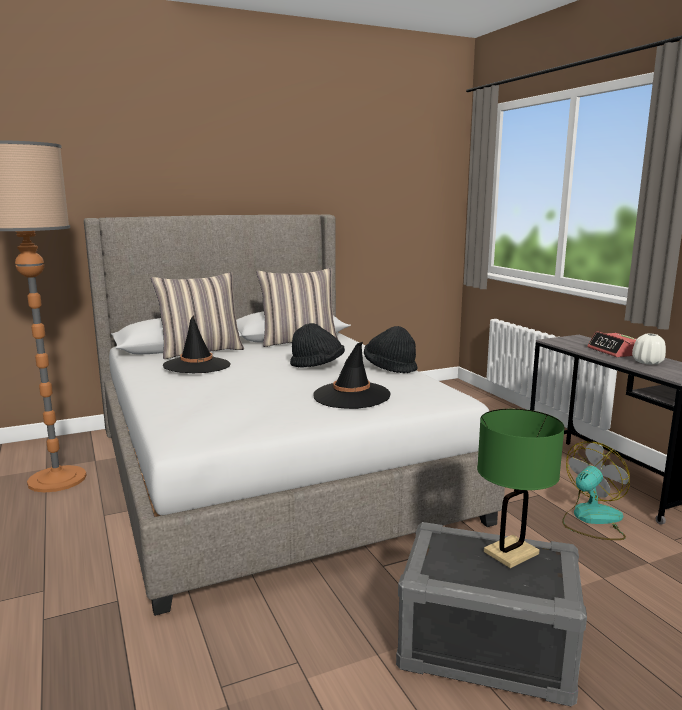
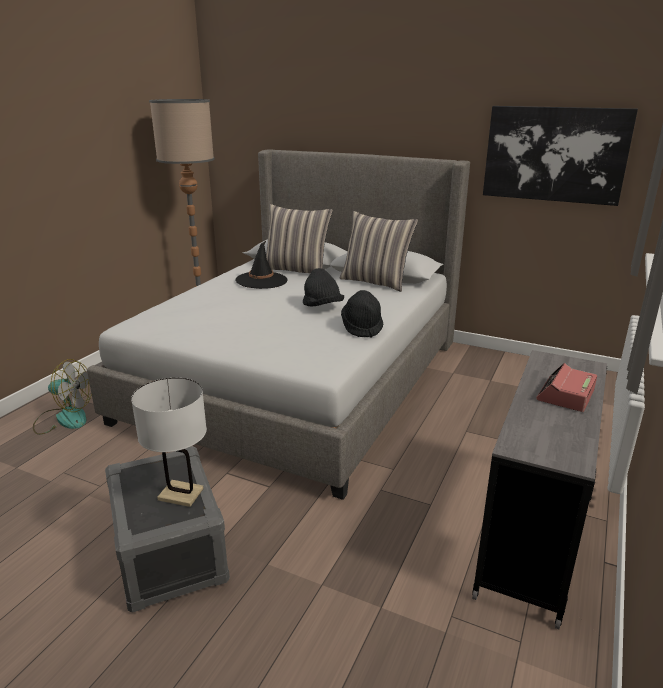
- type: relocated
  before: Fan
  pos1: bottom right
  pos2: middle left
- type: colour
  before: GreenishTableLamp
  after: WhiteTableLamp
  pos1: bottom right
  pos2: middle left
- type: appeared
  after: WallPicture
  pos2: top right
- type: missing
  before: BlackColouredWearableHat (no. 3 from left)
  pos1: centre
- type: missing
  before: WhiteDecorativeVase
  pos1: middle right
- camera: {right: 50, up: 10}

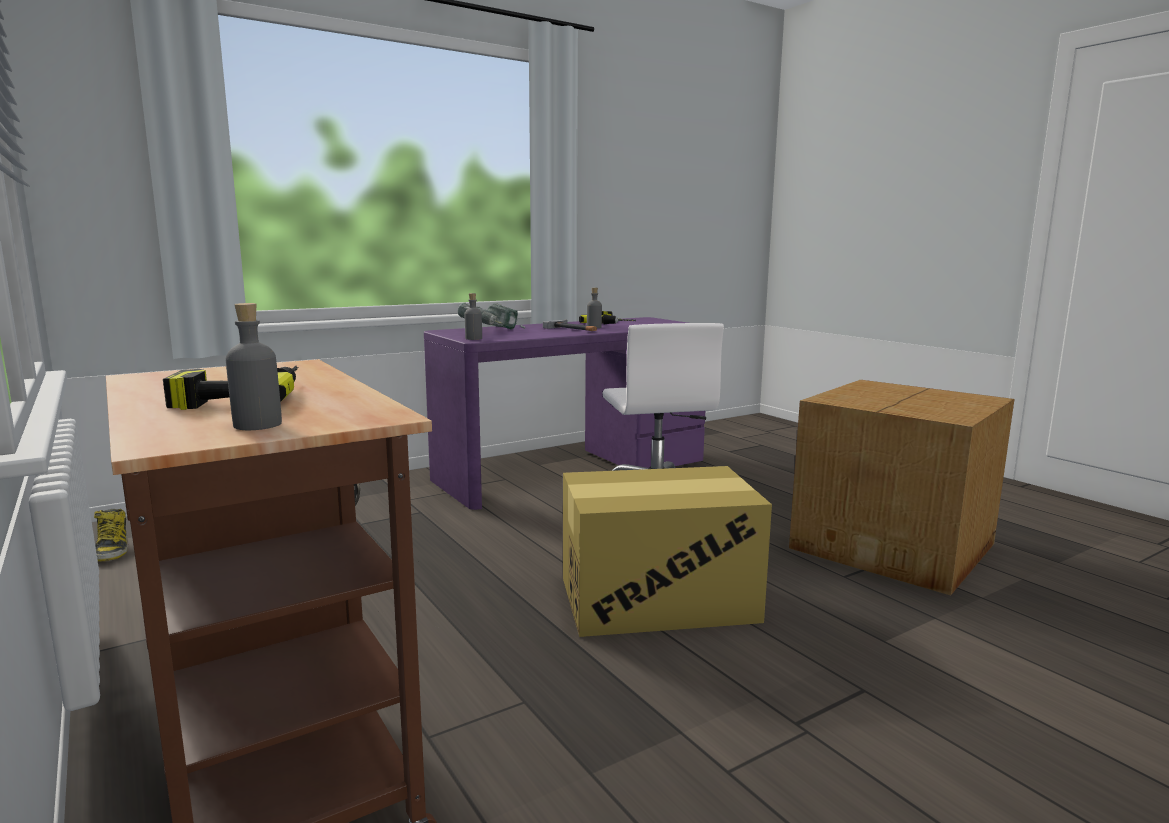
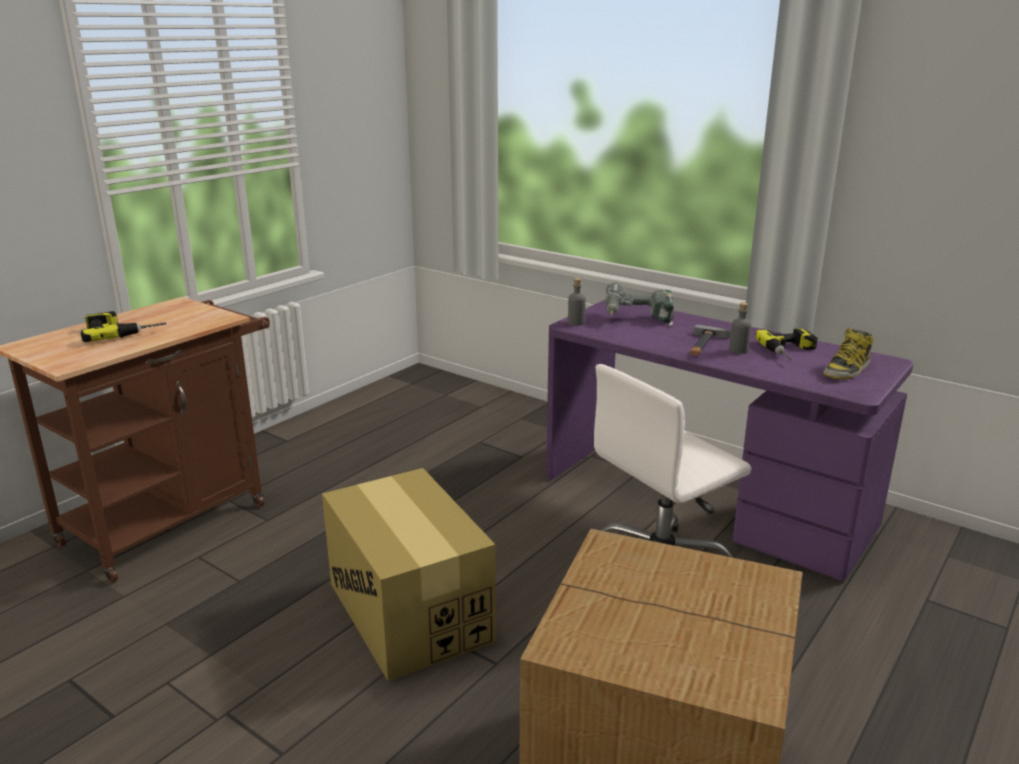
- type: relocated
  before: Boot
  pos1: middle left
  pos2: middle right
- type: missing
  before: GrayBottle (no. 1 from left)
  pos1: middle left
- camera: {right: 70, up: 10}

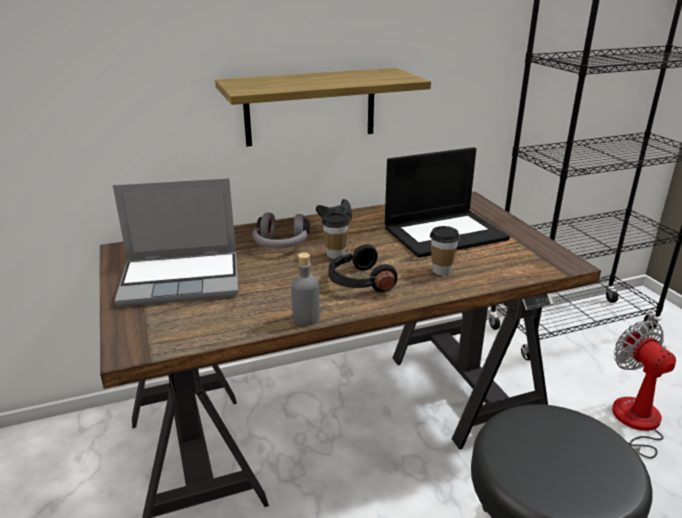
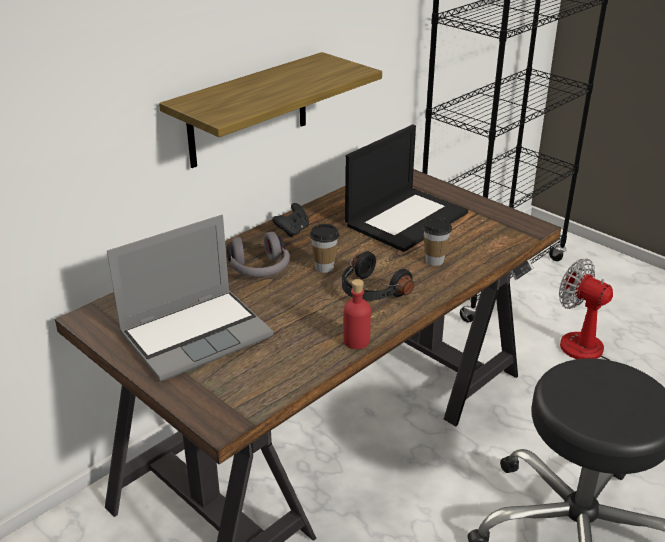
- type: colour
  before: GrayBottle
  after: ReddishBottle
  pos1: centre
  pos2: centre
- camera: {right: -25, up: 5}

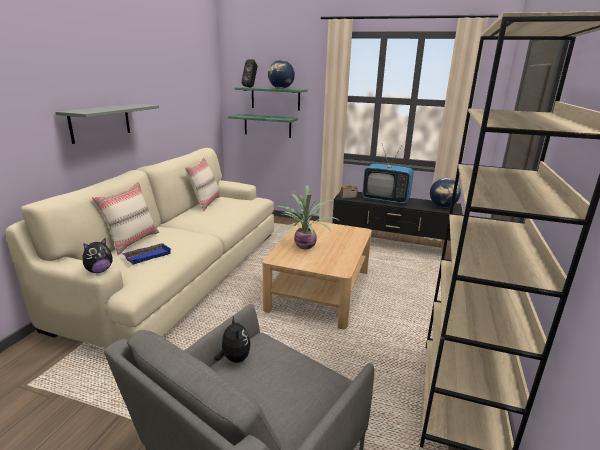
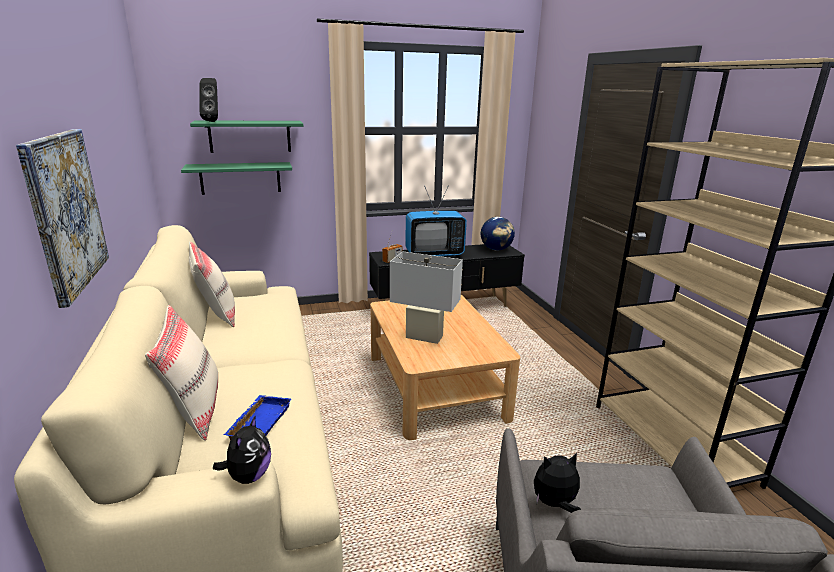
- type: exchanged
  before: GrayBracketShelf
  after: WallPicture
  pos1: top left
  pos2: middle left
- type: exchanged
  before: PlantInAPot
  after: WhiteTableLamp
  pos1: centre
  pos2: centre
- type: spun
  before: CuddlyToy (no. 2 from left)
  pos1: bottom centre
  pos2: bottom right
  turn: -45
- type: missing
  before: DeskGlobe (no. 1 from left)
  pos1: top centre
- camera: {right: -35, up: 0}

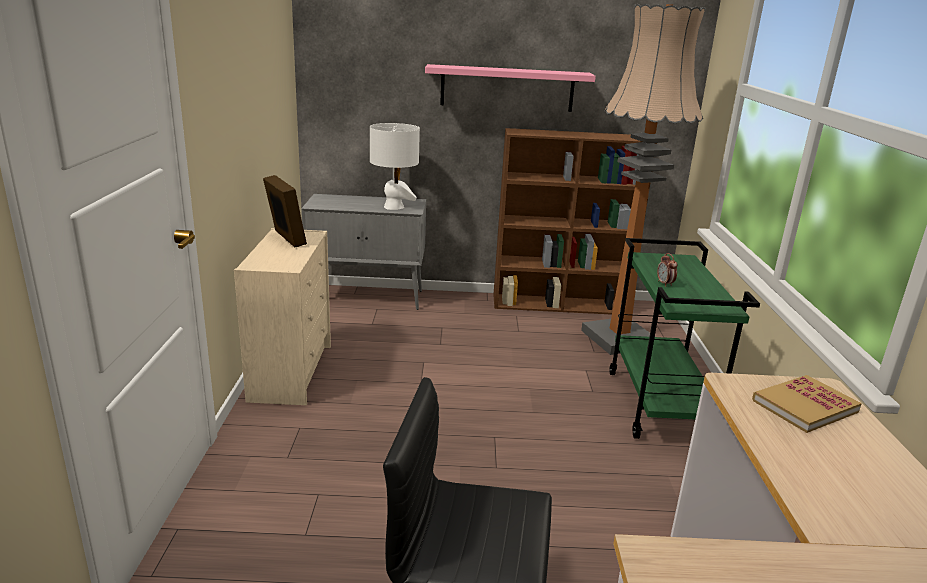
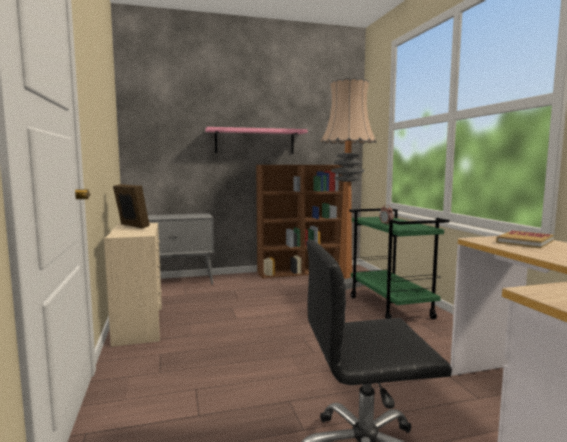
- type: missing
  before: WhiteTableLamp
  pos1: top centre
- camera: {right: -15, up: -15}

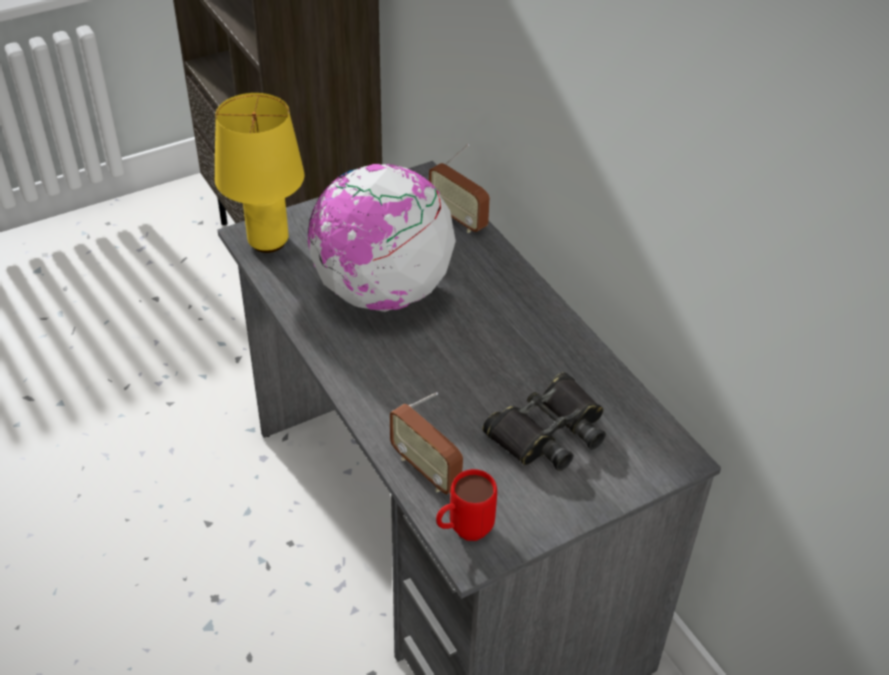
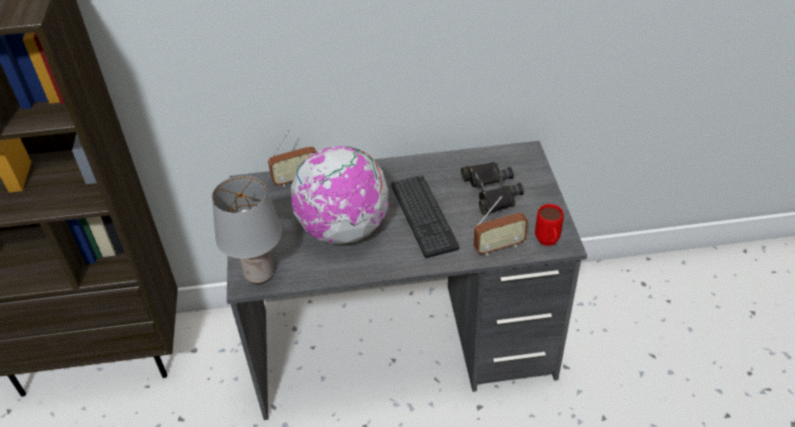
- type: colour
  before: YellowTableLamp
  after: GrayTableLamp
  pos1: top left
  pos2: middle left
- type: appeared
  after: Keyboard
  pos2: centre
- camera: {right: -65, up: 0}

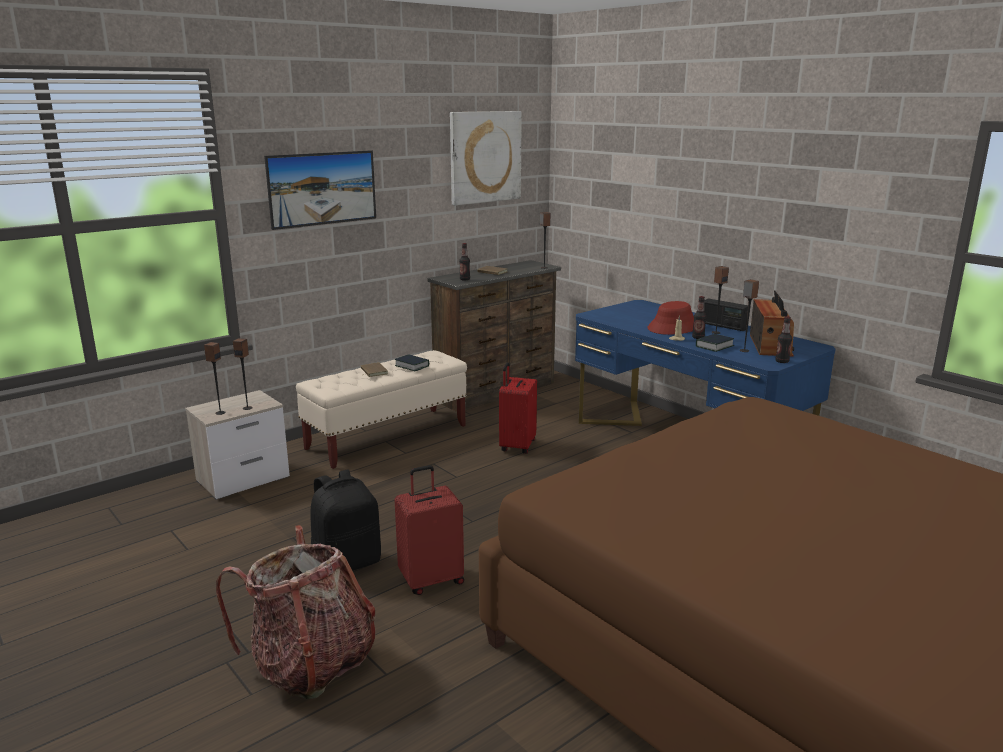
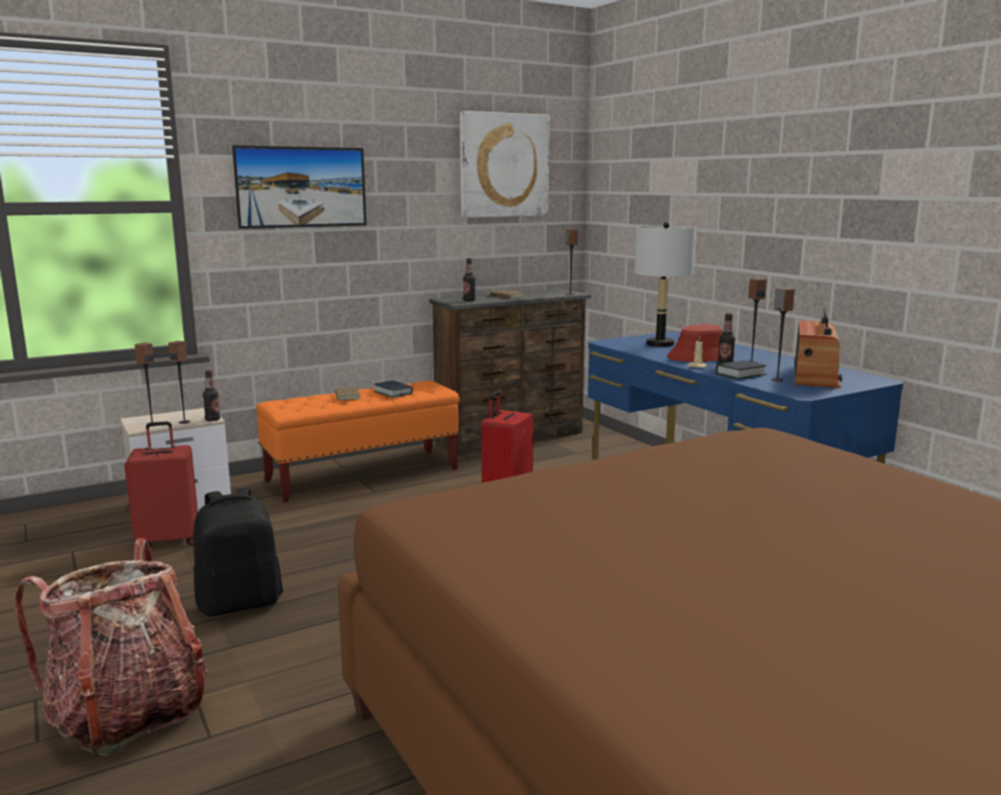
- type: relocated
  before: ReddishPieceOfLuggage (no. 1 from left)
  pos1: bottom centre
  pos2: middle left
- type: relocated
  before: Bottle (no. 3 from left in the first image)
  after: Bottle (no. 1 from left)
  pos1: middle right
  pos2: middle left
- type: colour
  before: BeigeIndoorBench
  after: OrangeIndoorBench
  pos1: centre
  pos2: centre
- type: appeared
  after: GrayTableLamp
  pos2: centre
- type: missing
  before: RadioReceiver (no. 1 from left)
  pos1: middle right
- camera: {right: 10, up: -5}

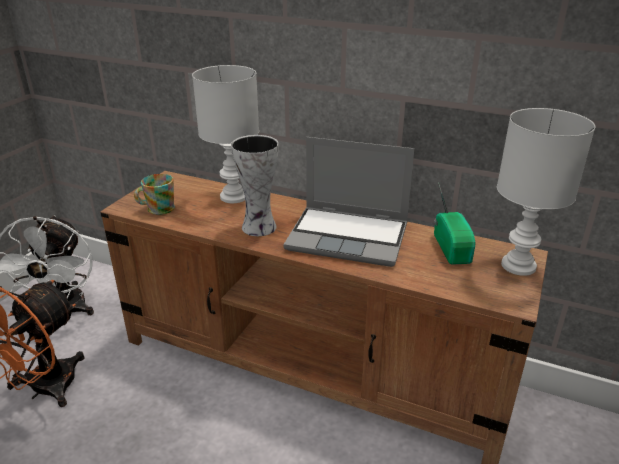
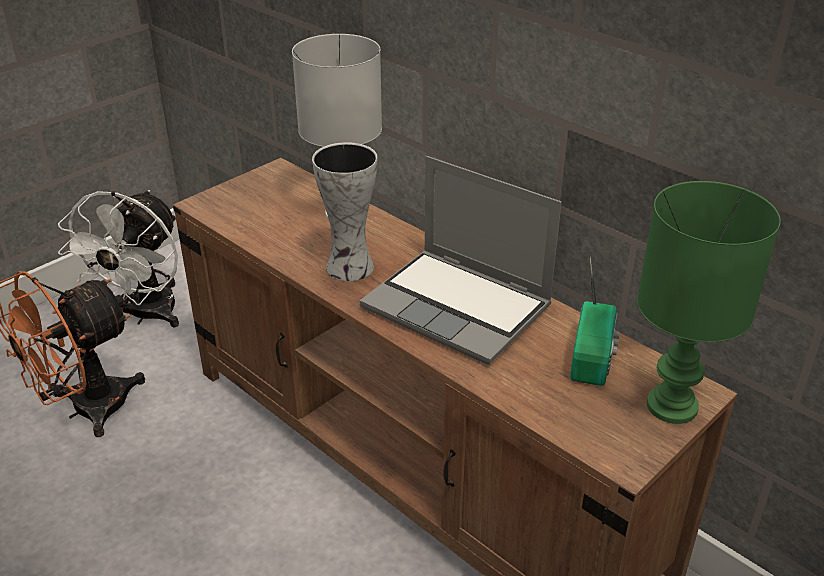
- type: colour
  before: WhiteTableLamp (no. 2 from left)
  after: GreenishTableLamp
  pos1: middle right
  pos2: middle right
- type: missing
  before: CoffeeMug
  pos1: middle left
- camera: {right: 20, up: 5}

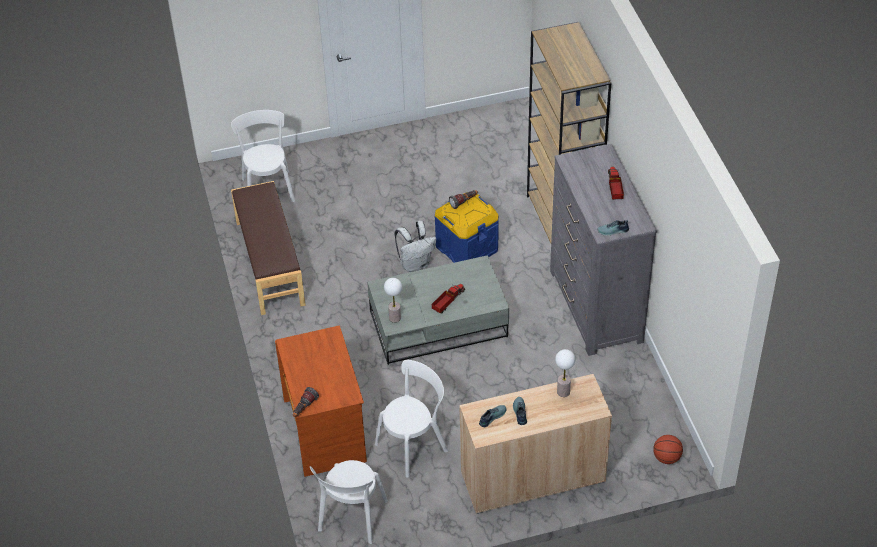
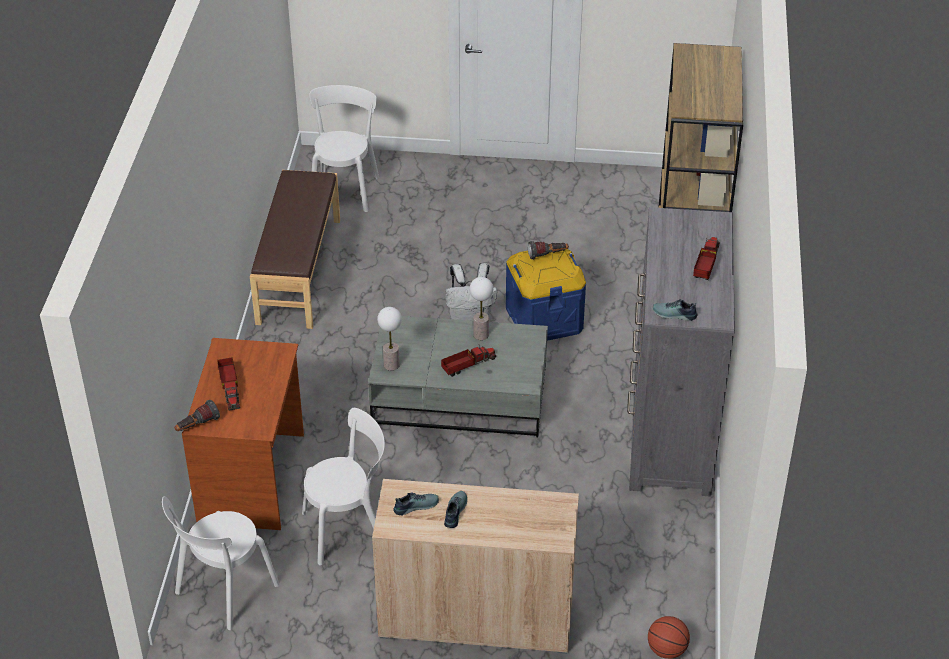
- type: appeared
  after: ModelTruck (no. 1 from left)
  pos2: middle left
- type: relocated
  before: TableLamp (no. 2 from left)
  pos1: bottom centre
  pos2: centre
- camera: {right: 20, up: -5}

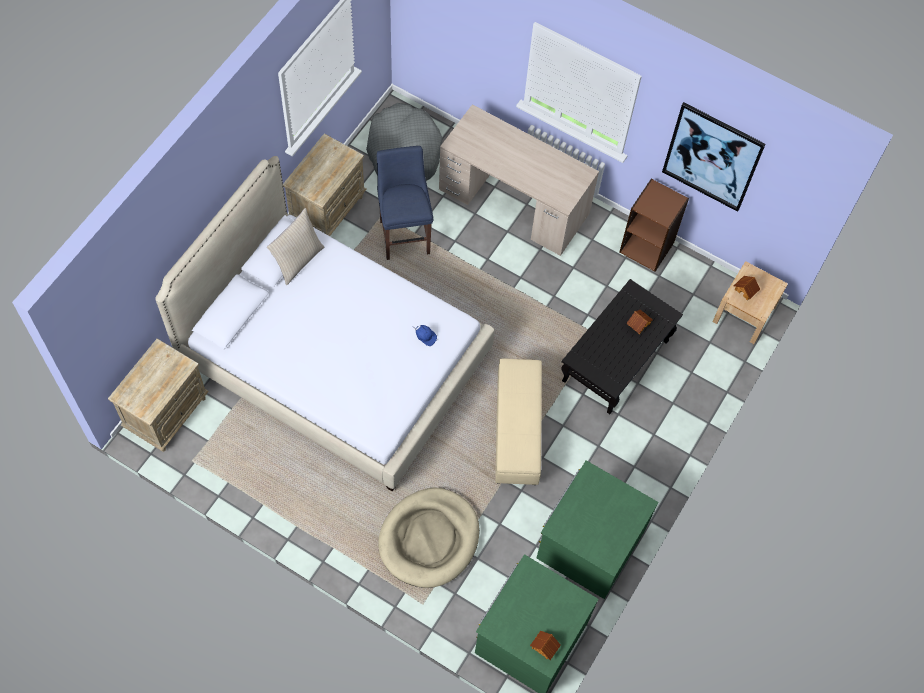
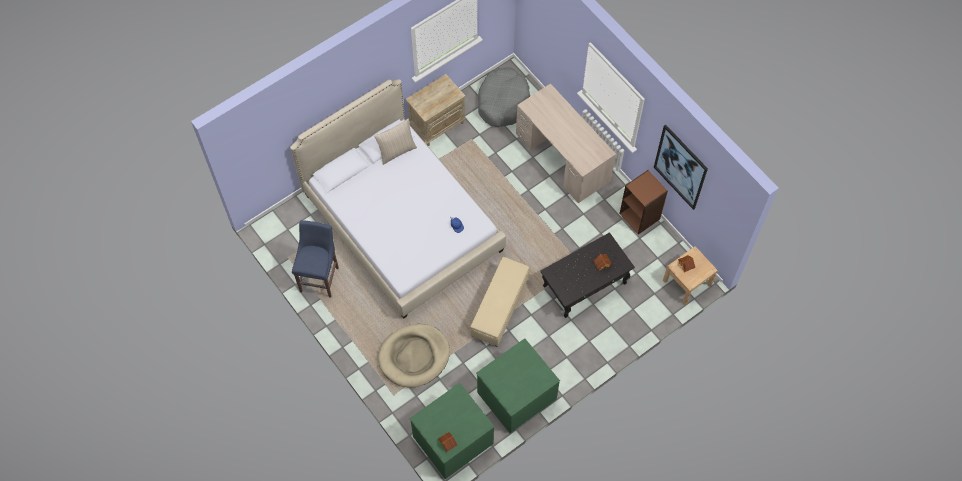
- type: relocated
  before: BlueStoolSeat
  pos1: top centre
  pos2: middle left
- type: missing
  before: BeigeBedsideTable (no. 1 from left)
  pos1: middle left
- camera: {right: 25, up: 0}

